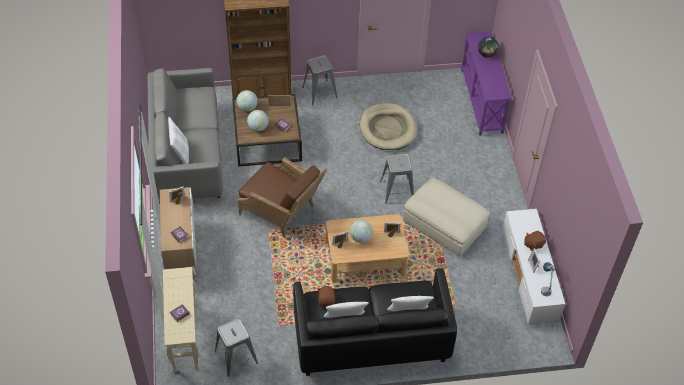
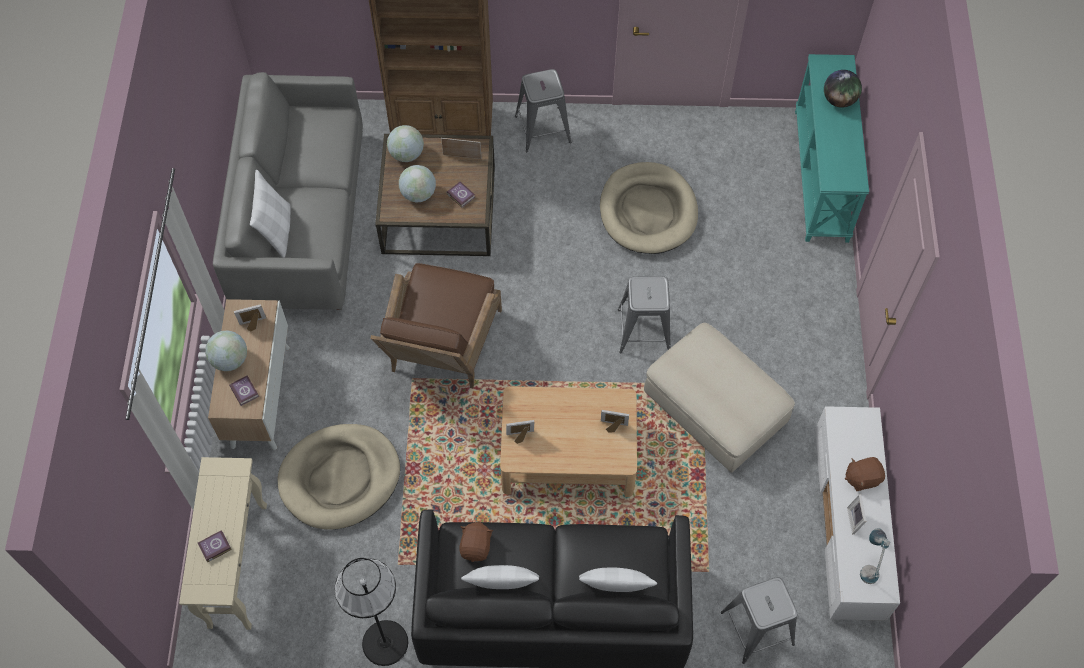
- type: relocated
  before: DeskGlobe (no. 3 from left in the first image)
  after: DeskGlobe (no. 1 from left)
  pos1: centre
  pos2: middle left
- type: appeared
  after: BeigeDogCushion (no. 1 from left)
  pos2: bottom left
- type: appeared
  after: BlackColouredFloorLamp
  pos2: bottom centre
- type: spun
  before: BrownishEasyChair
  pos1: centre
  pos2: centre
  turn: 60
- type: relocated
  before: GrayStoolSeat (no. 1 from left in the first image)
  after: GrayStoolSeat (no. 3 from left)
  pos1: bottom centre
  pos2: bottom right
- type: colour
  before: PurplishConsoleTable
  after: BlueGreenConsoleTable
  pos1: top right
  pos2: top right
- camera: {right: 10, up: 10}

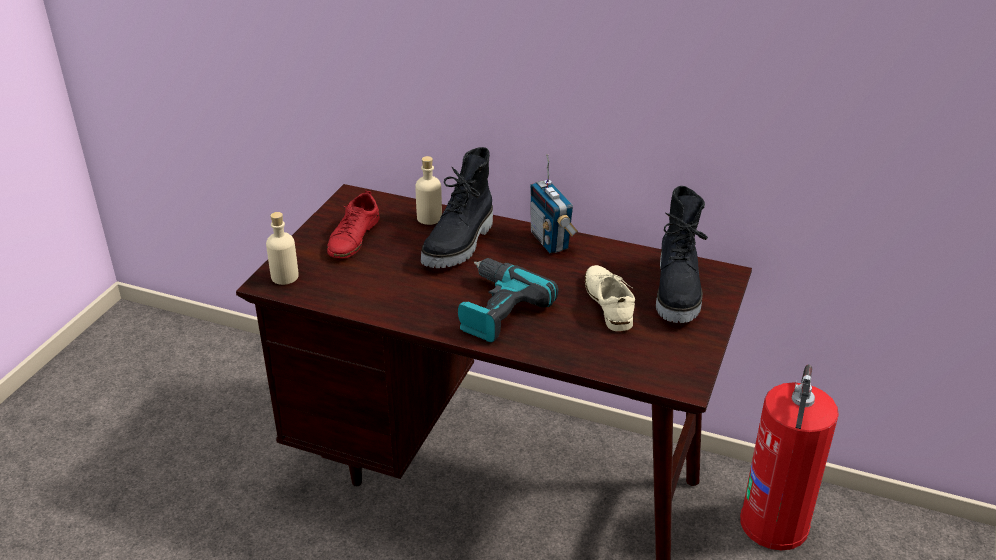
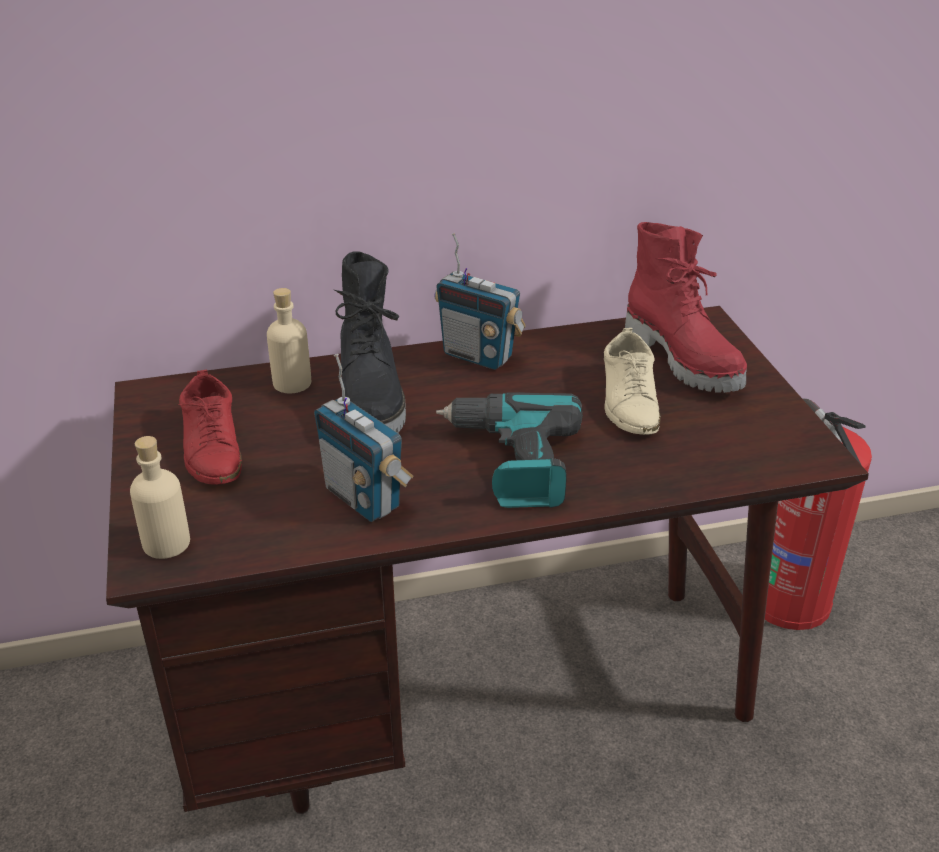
- type: appeared
  after: RadioReceiver (no. 1 from left)
  pos2: centre
- type: spun
  before: BeigeItemOfFootwear
  pos1: centre
  pos2: middle right
  turn: -135
- type: colour
  before: BlackColouredBoot (no. 2 from left)
  after: ReddishBoot
  pos1: middle right
  pos2: middle right
- camera: {right: -35, up: 0}

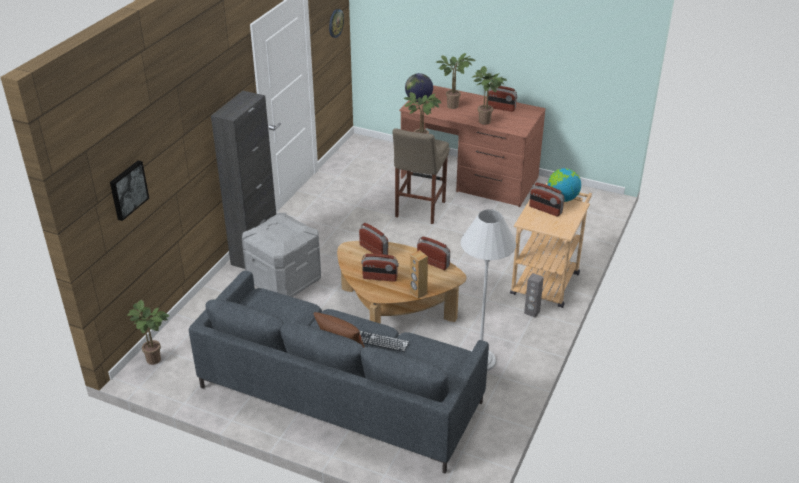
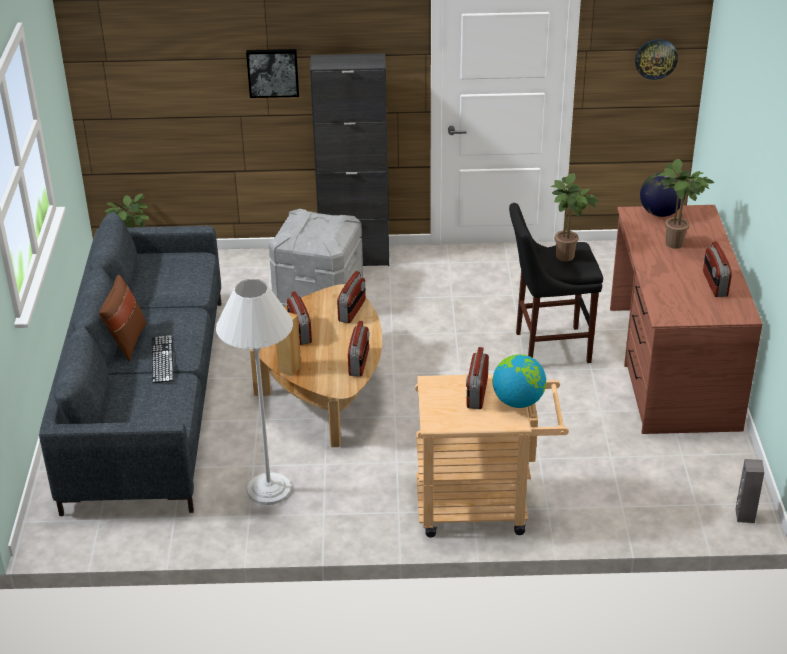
- type: relocated
  before: WallPicture
  pos1: middle left
  pos2: top centre
- type: colour
  before: BeigeStoolSeat
  after: BlackColouredStoolSeat
  pos1: centre
  pos2: middle right
- type: relocated
  before: GrayLoudspeaker
  pos1: middle right
  pos2: bottom right
- type: missing
  before: PlantInAPot (no. 4 from left)
  pos1: top centre
- camera: {right: 65, up: 0}

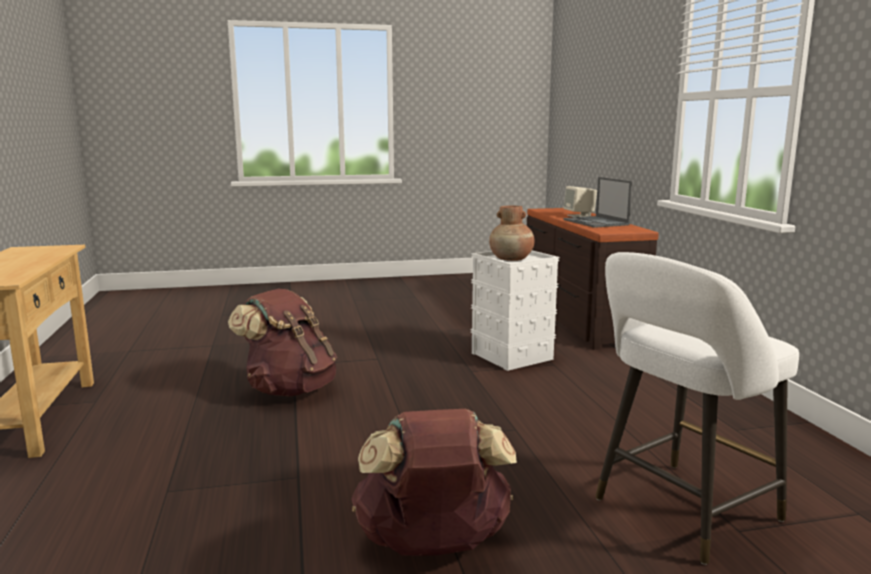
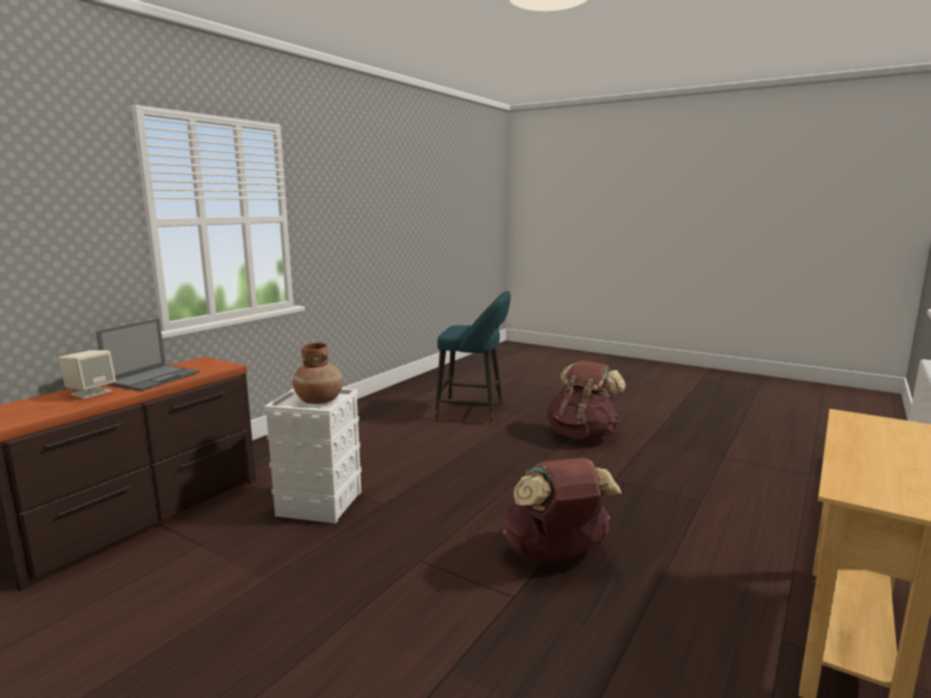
- type: colour
  before: WhiteStoolSeat
  after: BlueGreenStoolSeat
  pos1: bottom right
  pos2: centre
- camera: {right: -135, up: 0}

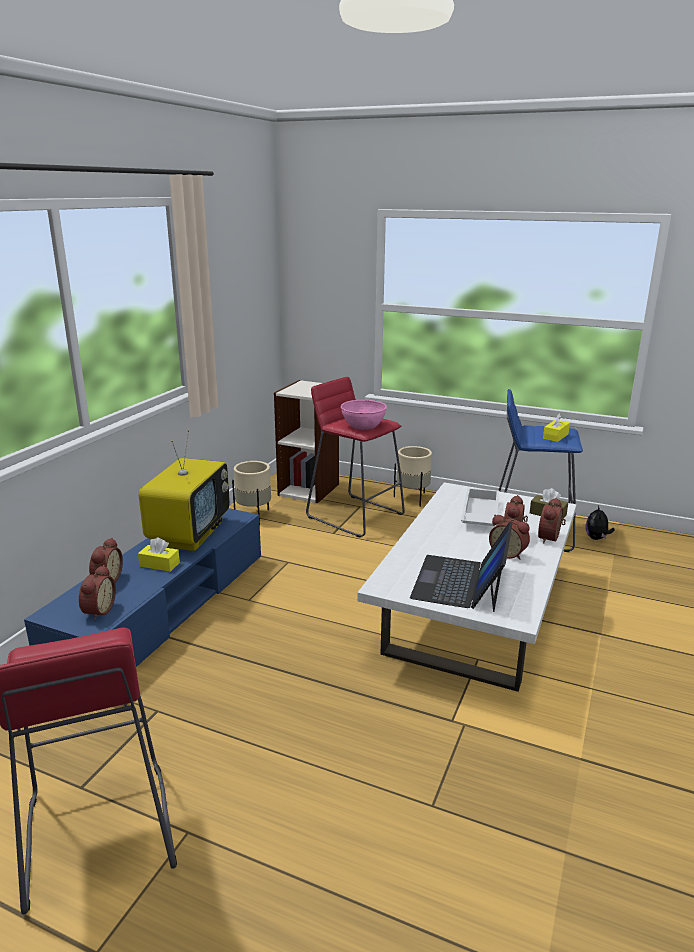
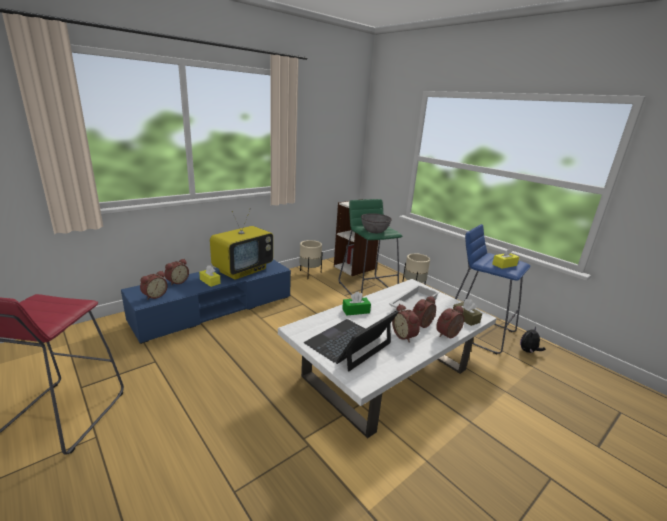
- type: colour
  before: ReddishStoolSeat (no. 2 from left)
  after: GreenishStoolSeat
  pos1: centre
  pos2: centre
- type: appeared
  after: GreenishTissueBox
  pos2: centre
- type: colour
  before: PinkishDeepDish
  after: GrayDeepDish
  pos1: centre
  pos2: centre
- camera: {right: 25, up: 0}

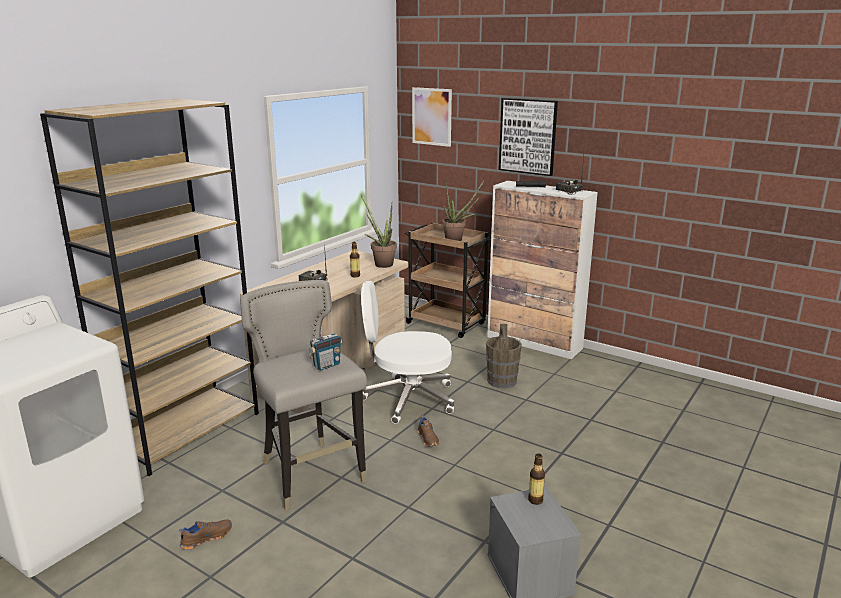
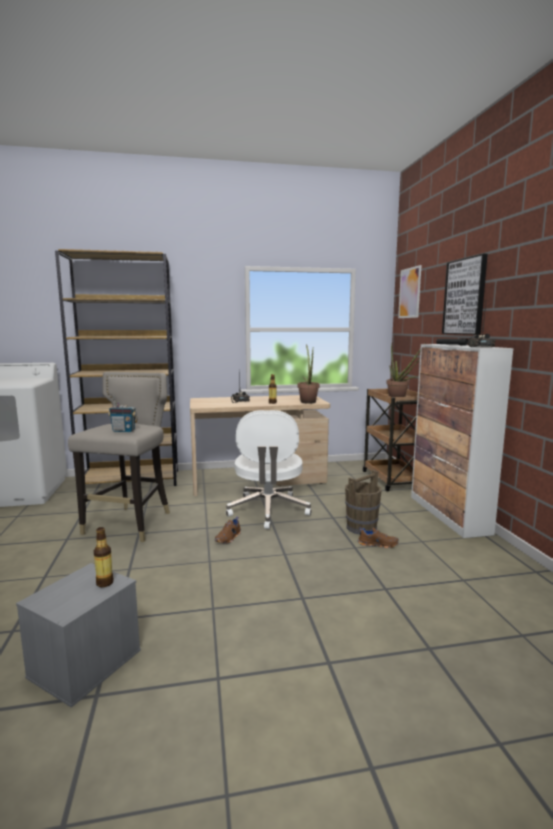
- type: spun
  before: WhiteOfficeChair
  pos1: centre
  pos2: centre
  turn: -135
- type: relocated
  before: BrownishItemOfFootwear (no. 1 from left in the first image)
  after: BrownishItemOfFootwear (no. 2 from left)
  pos1: bottom left
  pos2: middle right
- camera: {right: 45, up: -10}

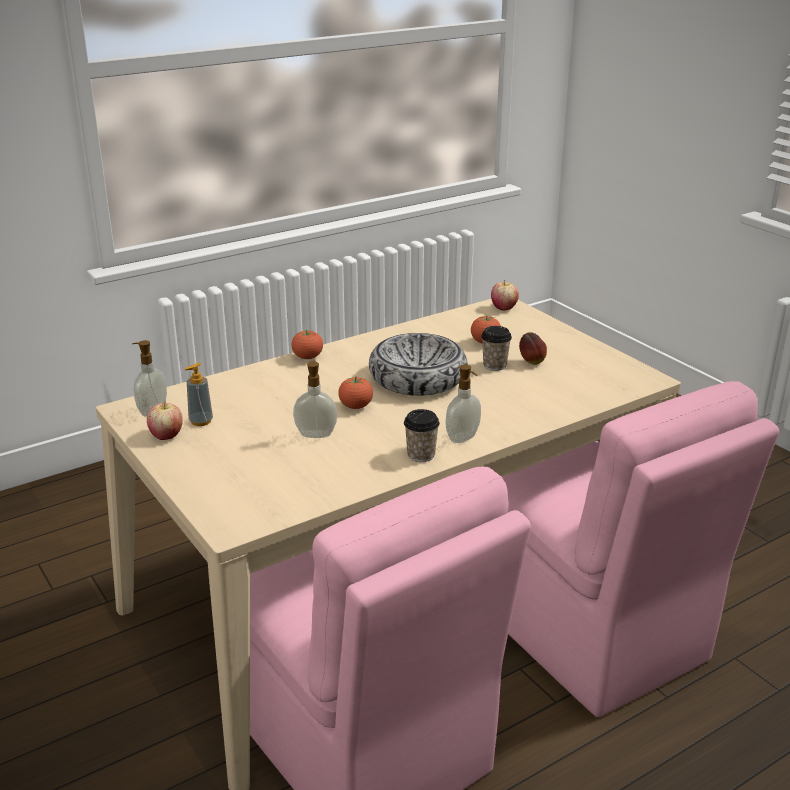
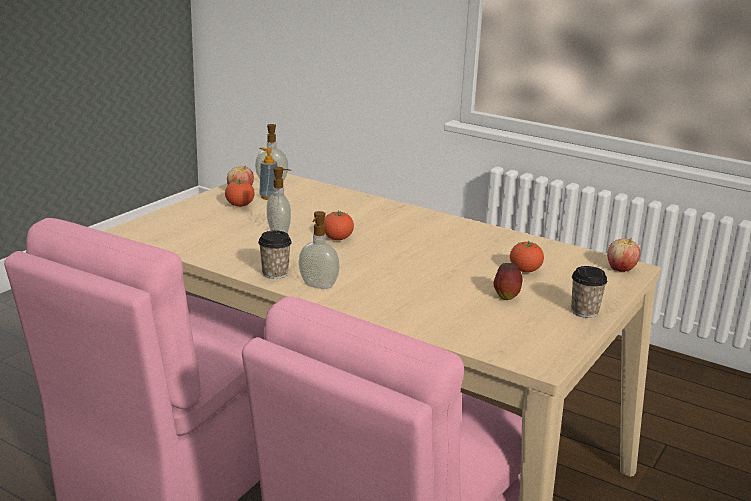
- type: relocated
  before: Tomato (no. 1 from left)
  pos1: centre
  pos2: middle left
- type: relocated
  before: DrinkingCup (no. 2 from left)
  pos1: centre
  pos2: middle right
- type: missing
  before: DeepDish
  pos1: centre
- camera: {right: 65, up: -5}

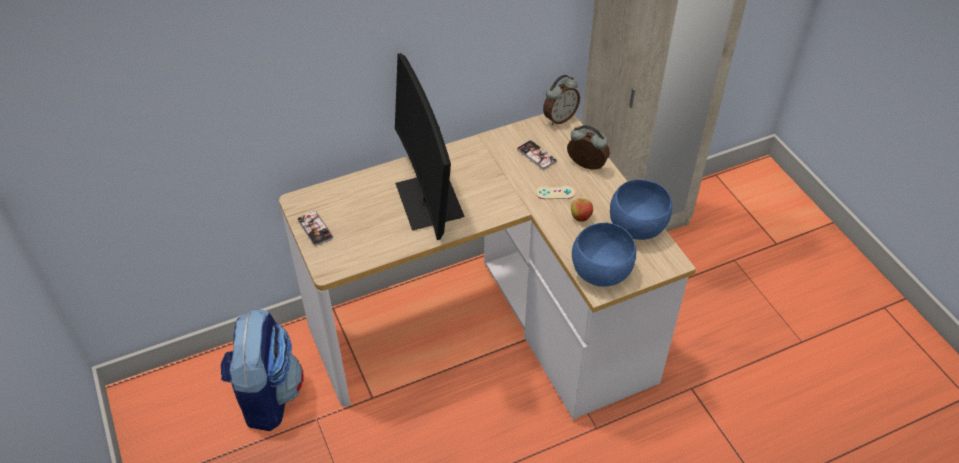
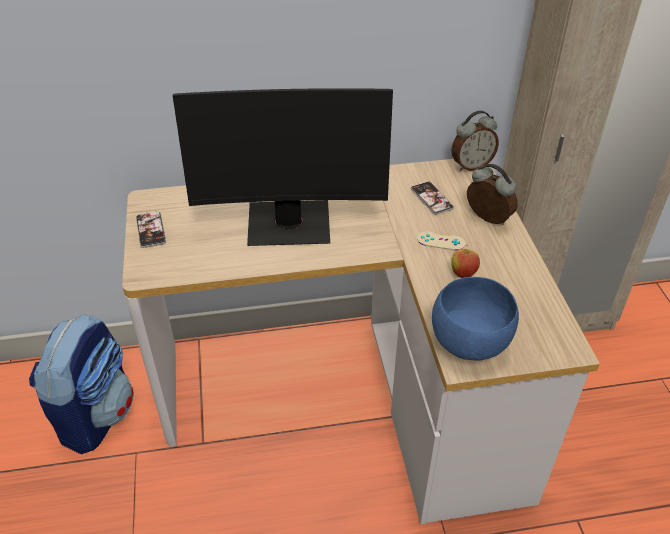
- type: spun
  before: Monitor
  pos1: top centre
  pos2: top centre
  turn: -90
- type: missing
  before: BlueDeepDish (no. 2 from left)
  pos1: middle right
- camera: {right: 15, up: -5}

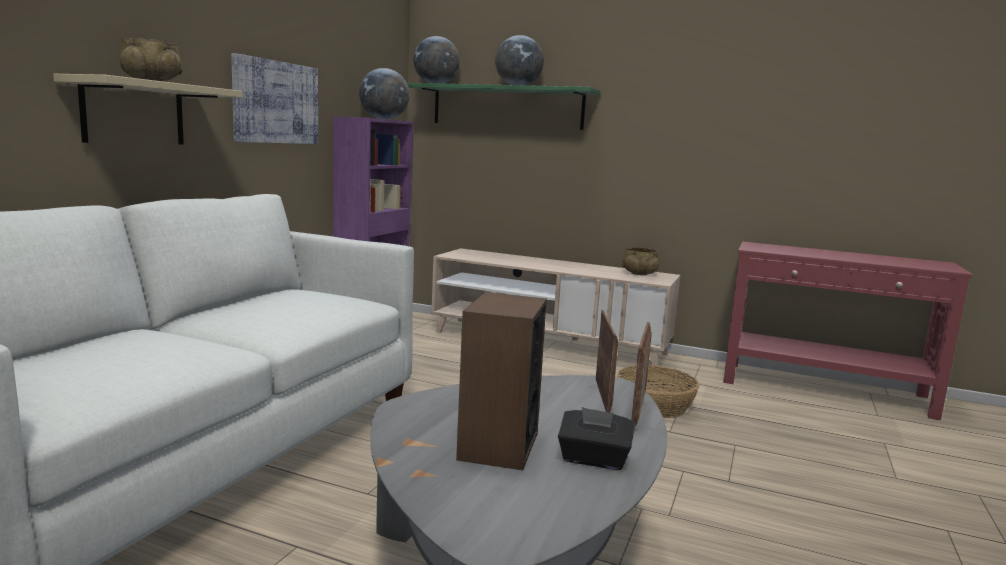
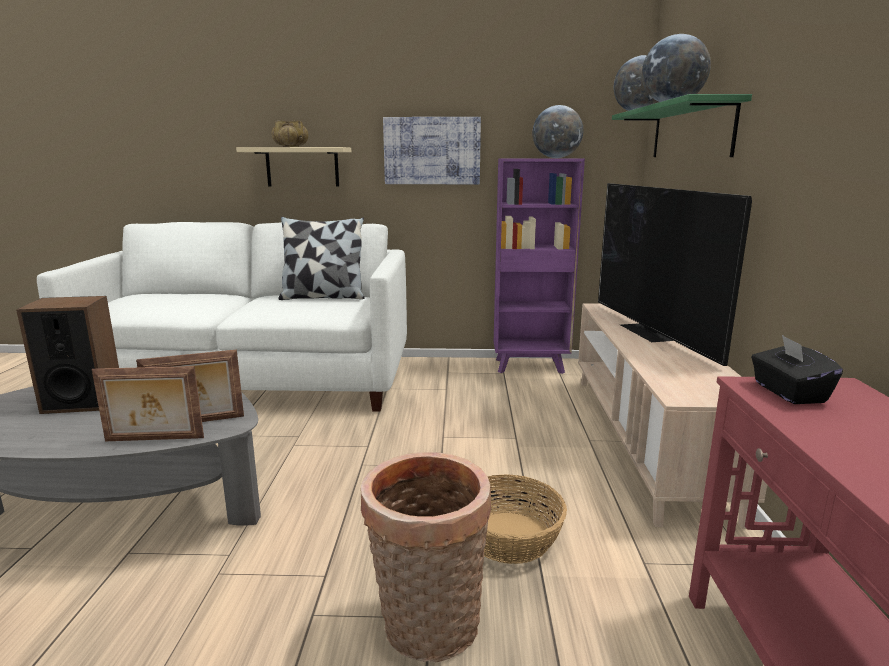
- type: appeared
  after: ThrowPillow
  pos2: centre
- type: appeared
  after: Basket (no. 1 from left)
  pos2: bottom centre
- type: appeared
  after: TvSet
  pos2: middle right
- type: relocated
  before: BlackColouredTissueBox
  pos1: bottom centre
  pos2: middle right
- type: missing
  before: BeigeDeepDish (no. 2 from left)
  pos1: centre
- camera: {right: 70, up: 5}

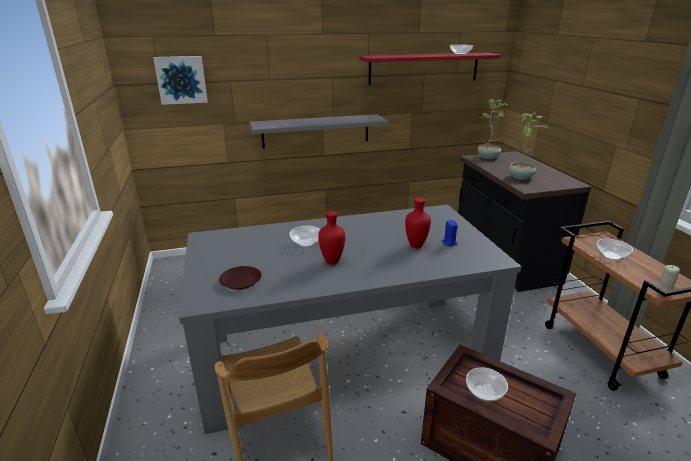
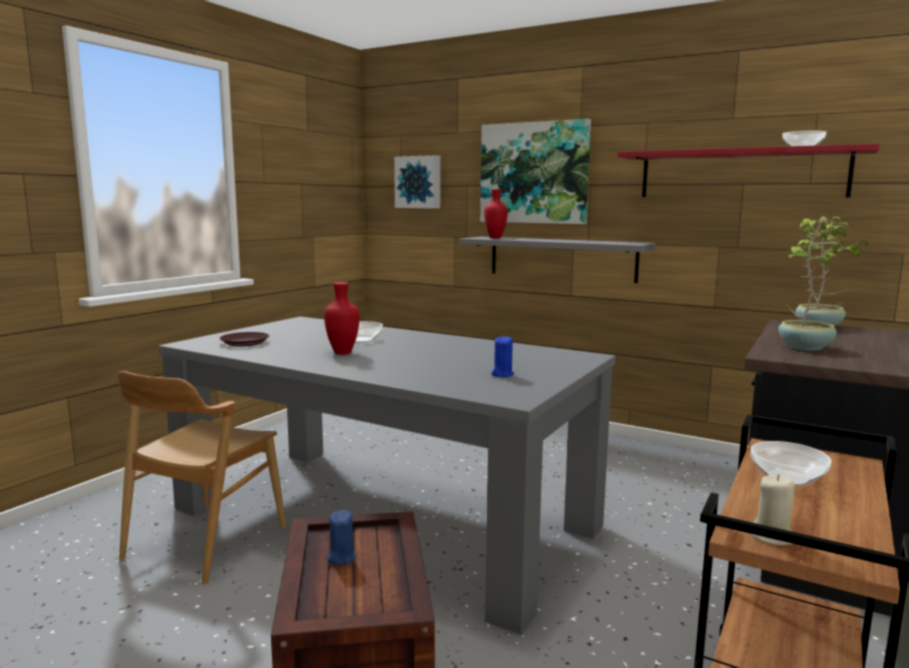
- type: exchanged
  before: DeepDish (no. 3 from left)
  after: BlueWaxLight (no. 1 from left)
  pos1: bottom right
  pos2: bottom centre
- type: appeared
  after: WallPicture (no. 2 from left)
  pos2: top centre
- type: relocated
  before: ReddishDecorativeVase (no. 2 from left)
  pos1: centre
  pos2: top centre
- camera: {right: 45, up: -15}

